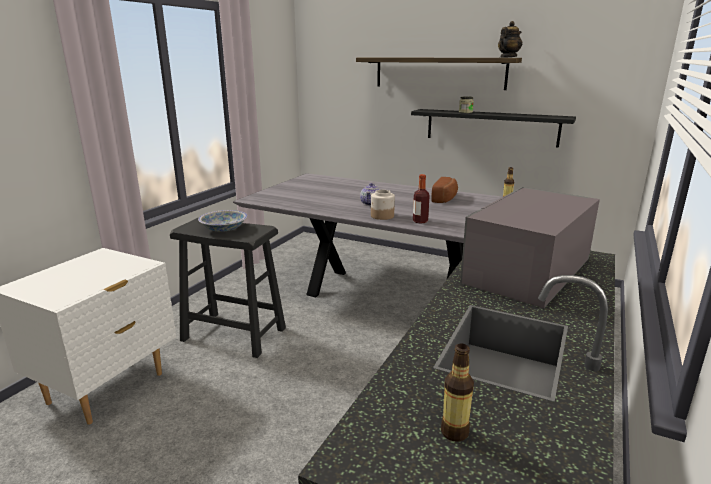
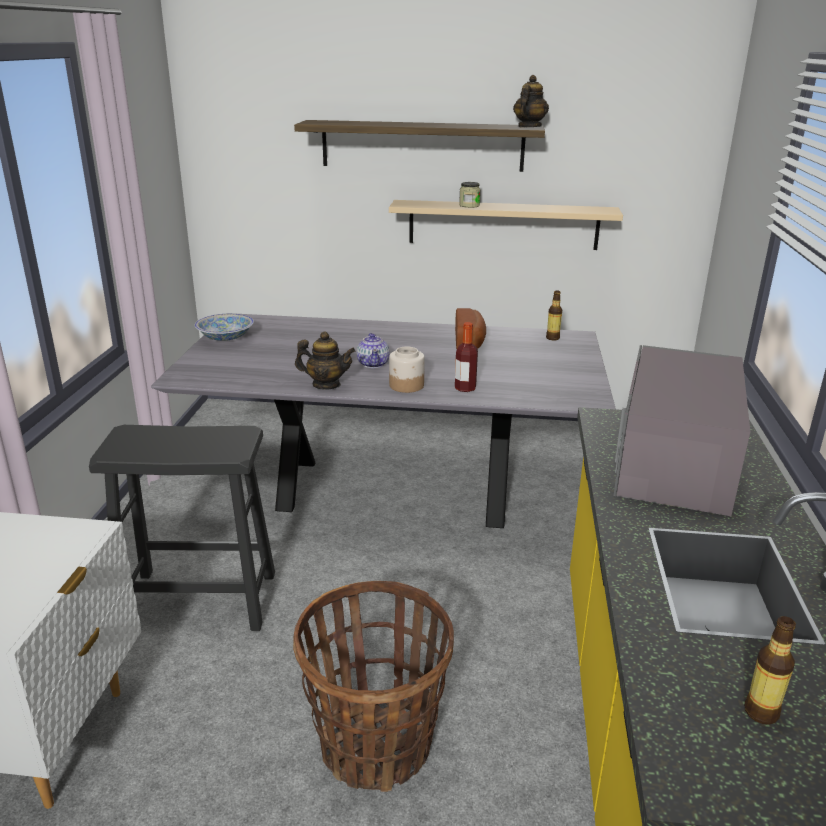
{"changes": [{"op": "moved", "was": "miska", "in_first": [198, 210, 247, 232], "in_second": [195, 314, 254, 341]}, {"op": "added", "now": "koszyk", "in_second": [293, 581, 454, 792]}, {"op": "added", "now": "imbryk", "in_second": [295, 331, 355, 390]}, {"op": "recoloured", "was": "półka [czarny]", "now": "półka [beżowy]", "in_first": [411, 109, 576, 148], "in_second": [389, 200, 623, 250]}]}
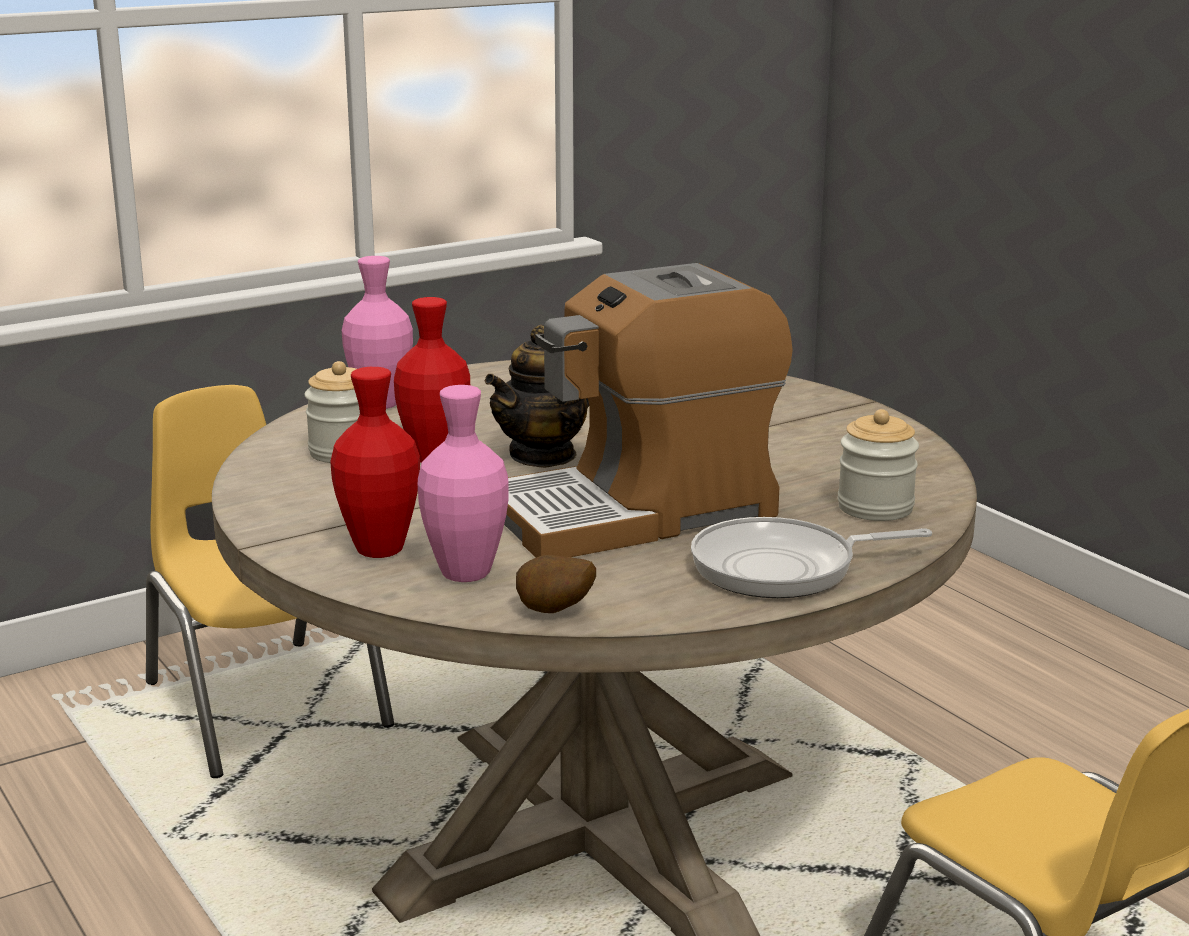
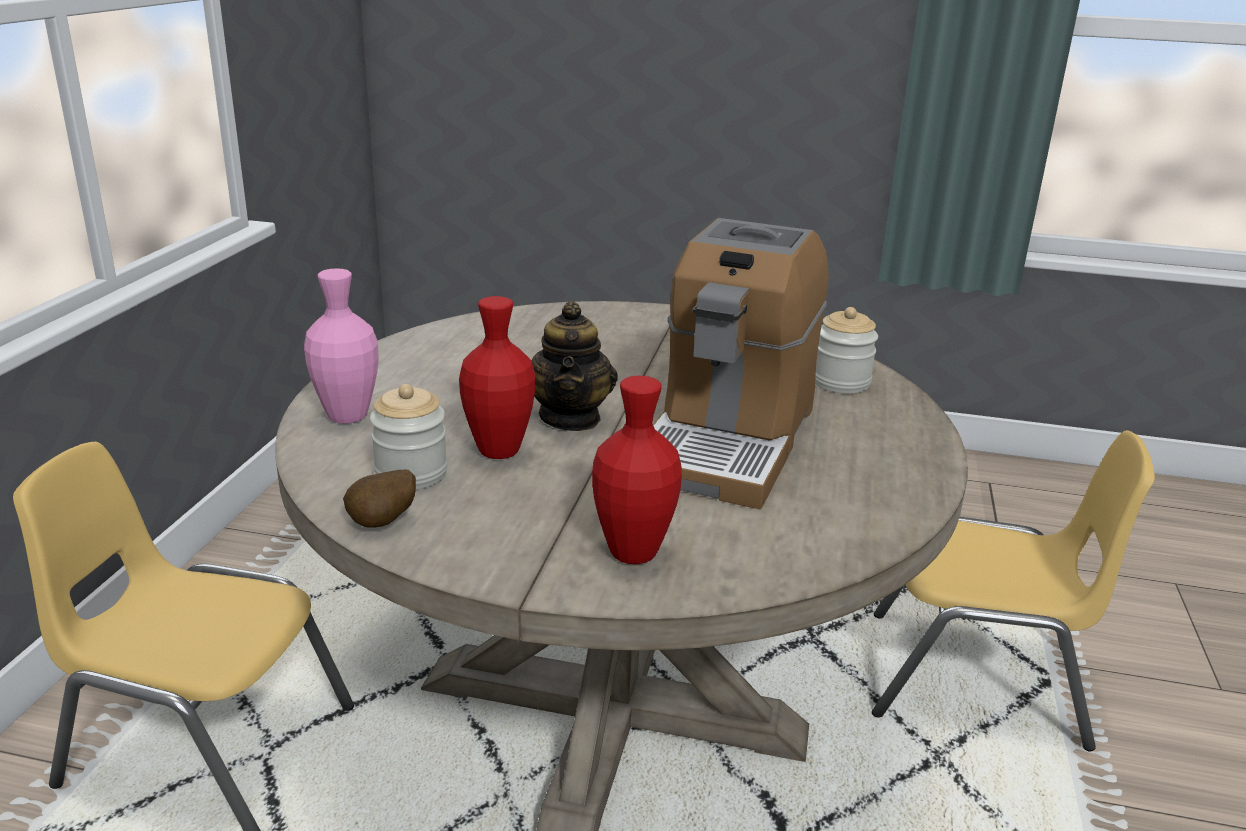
{"changes": [{"op": "moved", "was": "ziemniak", "in_first": [516, 555, 596, 613], "in_second": [343, 470, 416, 528]}, {"op": "removed", "was": "wazon [różowy]", "in_first": [418, 385, 509, 582]}, {"op": "removed", "was": "patelnia", "in_first": [691, 517, 932, 598]}]}
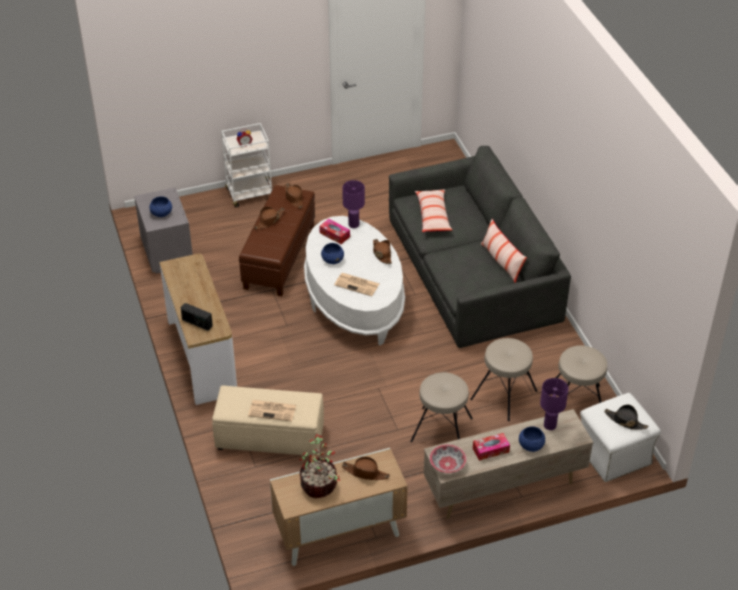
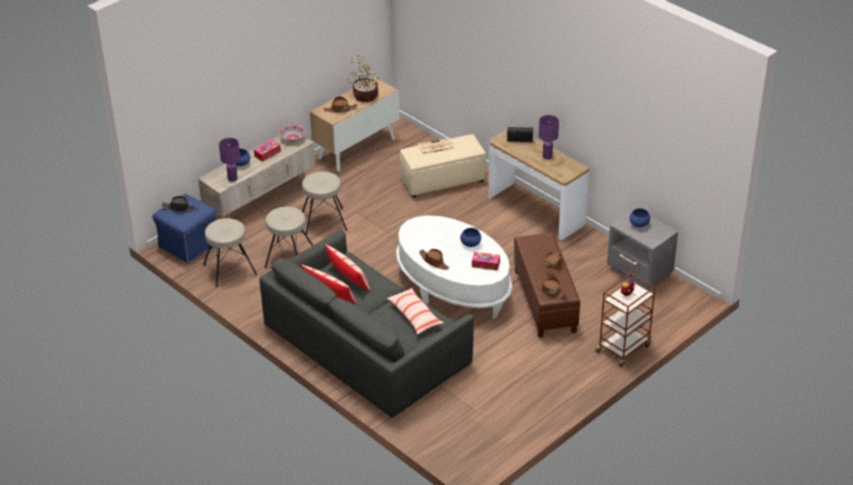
{"changes": [{"op": "recoloured", "was": "pufa [biały]", "now": "pufa [niebieski]", "in_first": [580, 393, 661, 482], "in_second": [152, 194, 217, 263]}, {"op": "added", "now": "poduszka", "in_second": [325, 244, 370, 291]}, {"op": "moved", "was": "lampa stołowa [fioletowy]", "in_first": [342, 180, 365, 228], "in_second": [539, 115, 559, 159]}, {"op": "recoloured", "was": "wózek [biały]", "now": "wózek [brązowy]", "in_first": [221, 123, 272, 207], "in_second": [594, 273, 656, 367]}, {"op": "removed", "was": "gazeta", "in_first": [334, 273, 379, 296]}]}
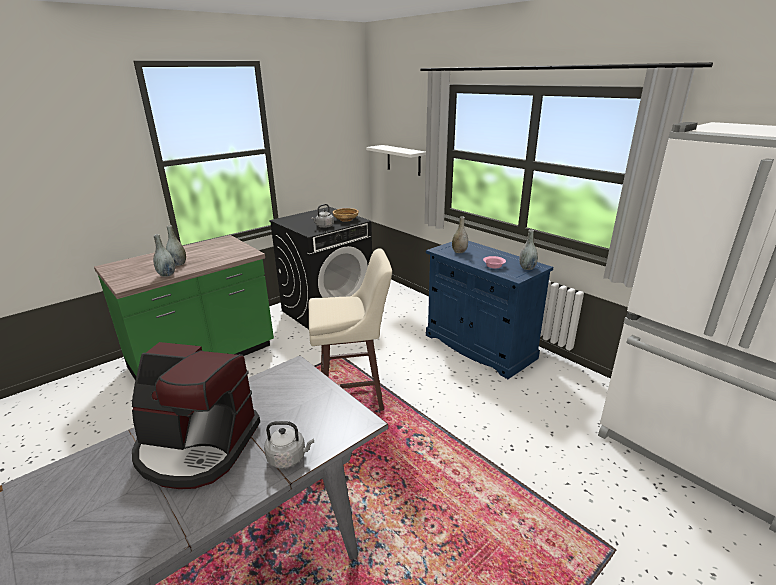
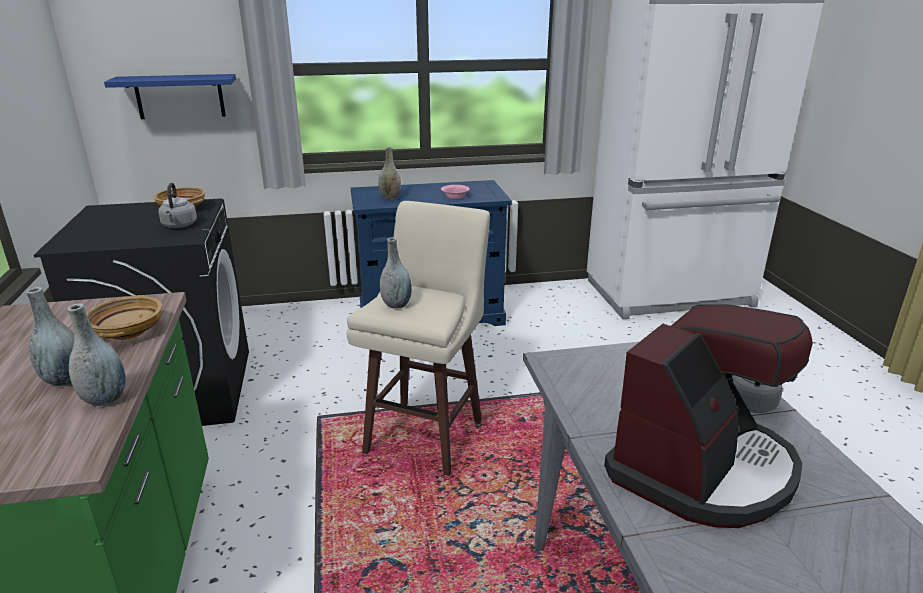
{"changes": [{"op": "added", "now": "miska [beżowy]", "in_second": [86, 295, 162, 340]}, {"op": "recoloured", "was": "półka [biały]", "now": "półka [niebieski]", "in_first": [366, 145, 426, 176], "in_second": [104, 74, 236, 119]}, {"op": "moved", "was": "wazon [szary]", "in_first": [519, 230, 538, 270], "in_second": [380, 238, 412, 309]}]}
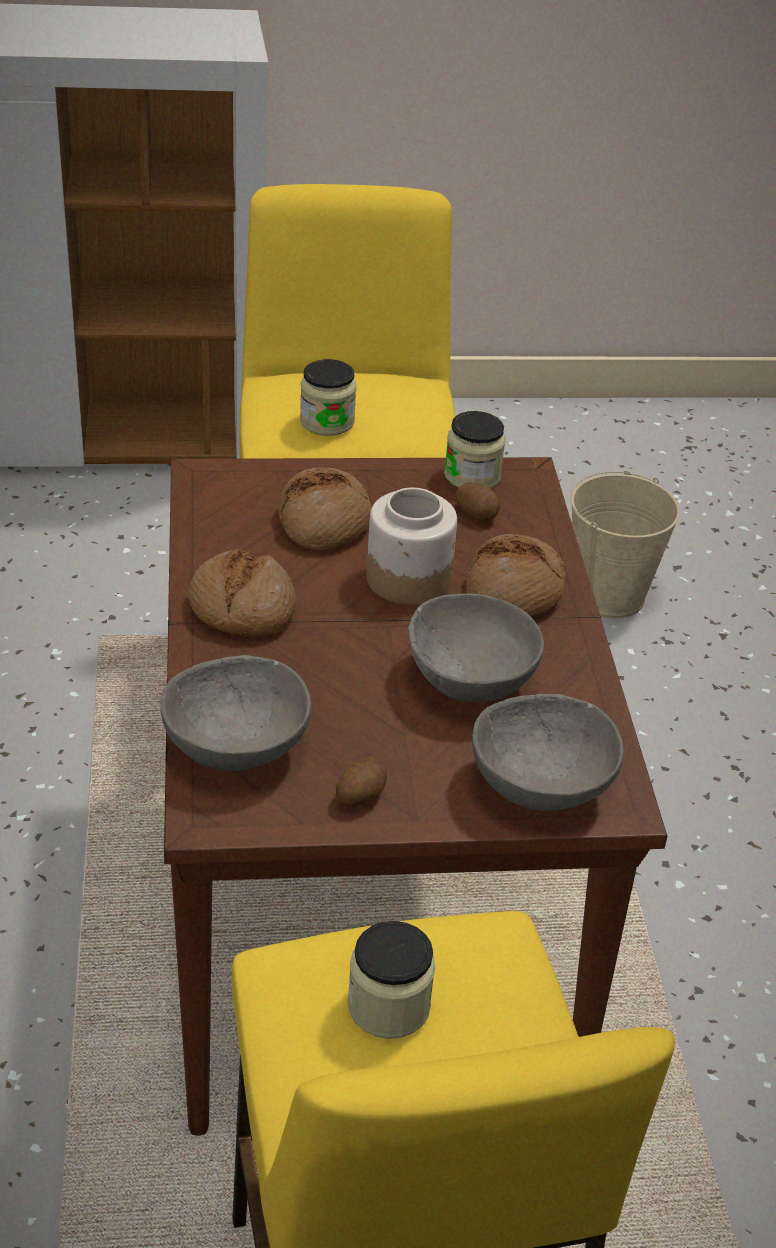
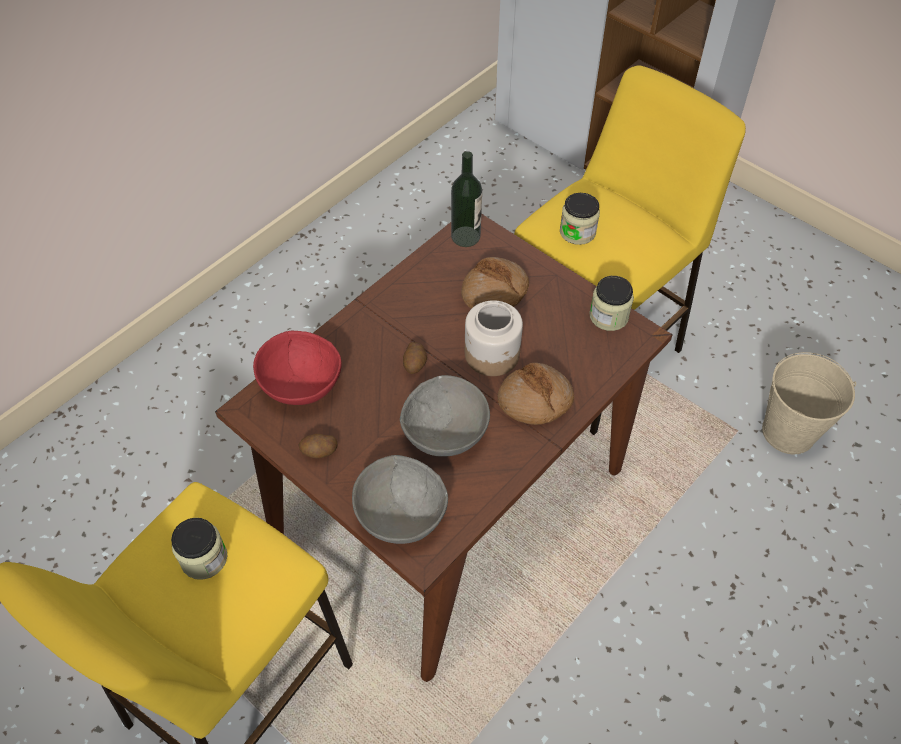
{"changes": [{"op": "recoloured", "was": "miska [szary]", "now": "miska [czerwony]", "in_first": [160, 655, 311, 771], "in_second": [253, 331, 342, 405]}, {"op": "moved", "was": "ziemniak", "in_first": [455, 482, 500, 521], "in_second": [403, 342, 427, 374]}, {"op": "added", "now": "butelka", "in_second": [451, 151, 482, 247]}, {"op": "removed", "was": "chleb", "in_first": [188, 549, 296, 636]}]}
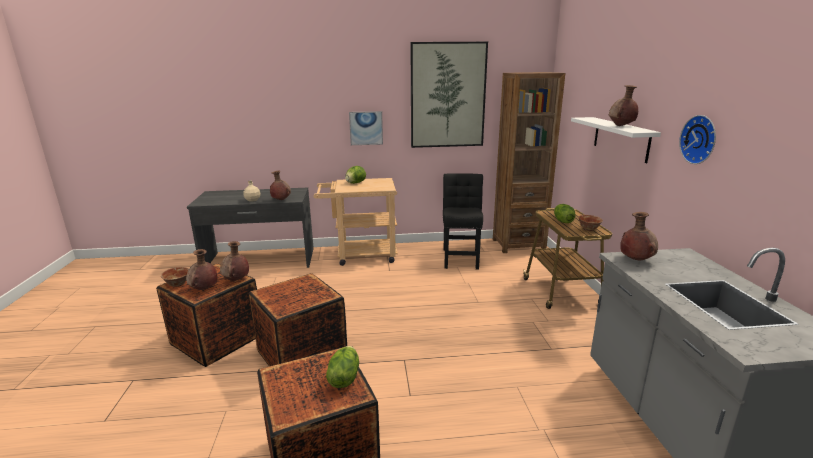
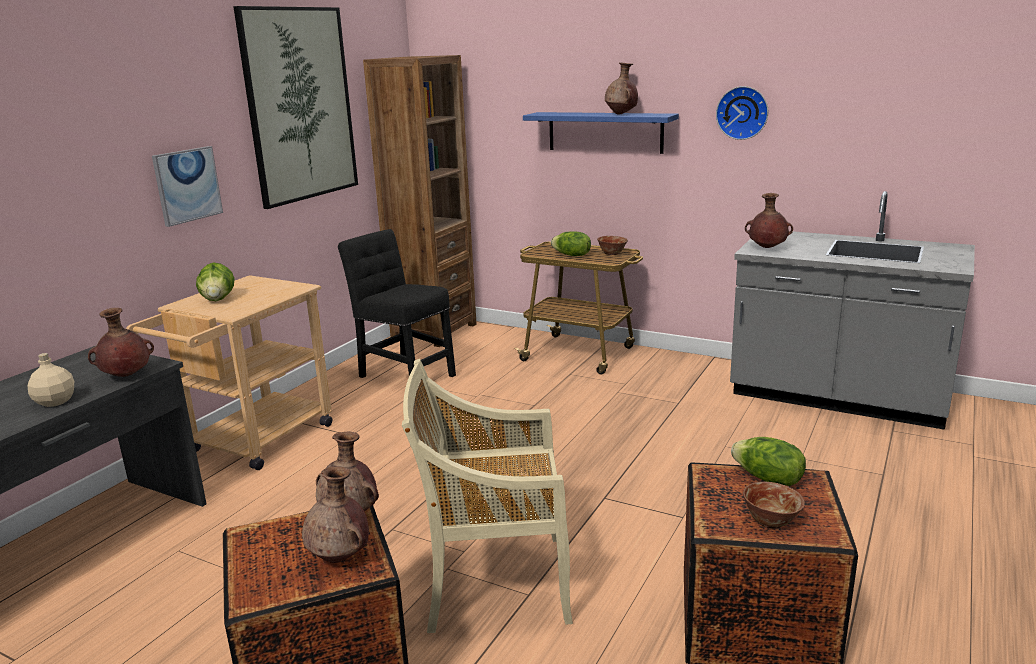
{"changes": [{"op": "replaced", "was": "skrzynka", "now": "krzesło [beżowy]", "in_first": [248, 273, 347, 366], "in_second": [402, 359, 573, 633]}, {"op": "recoloured", "was": "półka [biały]", "now": "półka [niebieski]", "in_first": [571, 117, 661, 163], "in_second": [523, 112, 679, 154]}, {"op": "moved", "was": "miska", "in_first": [161, 267, 189, 287], "in_second": [743, 482, 805, 528]}]}
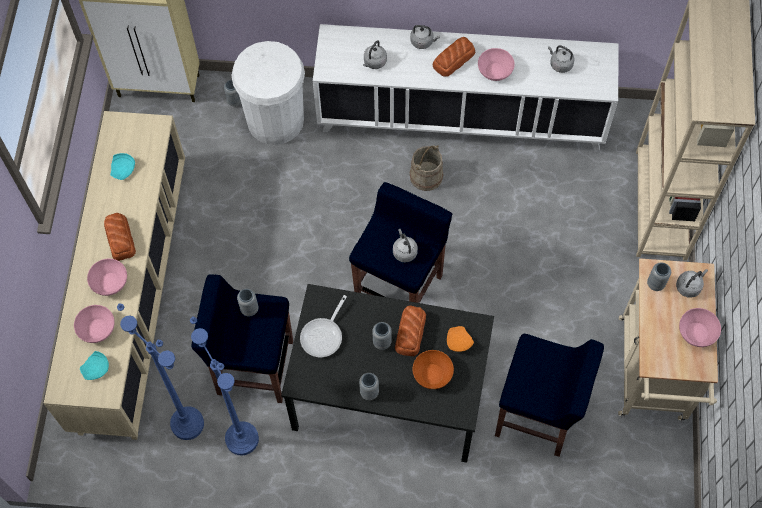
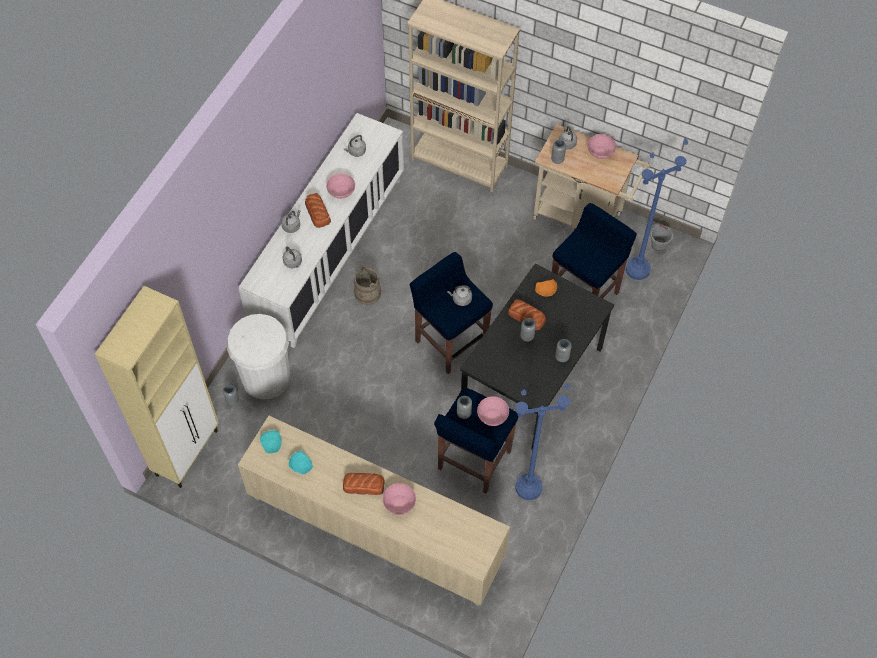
{"changes": [{"op": "moved", "was": "talerz [turkusowy]", "in_first": [80, 351, 109, 380], "in_second": [260, 430, 282, 453]}, {"op": "moved", "was": "miska [różowy]", "in_first": [74, 305, 115, 343], "in_second": [477, 396, 509, 426]}, {"op": "moved", "was": "lampa stojąca [niebieski]", "in_first": [117, 303, 204, 440], "in_second": [626, 139, 688, 280]}, {"op": "added", "now": "wiadro [szary]", "in_second": [650, 224, 674, 251]}, {"op": "removed", "was": "patelnia", "in_first": [300, 295, 347, 357]}, {"op": "removed", "was": "miska [pomarańczowy]", "in_first": [413, 350, 454, 389]}]}
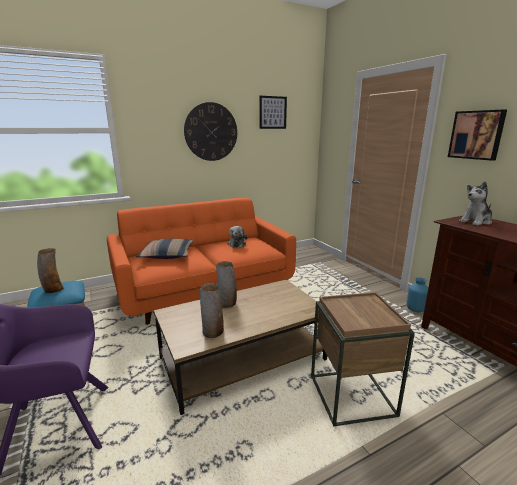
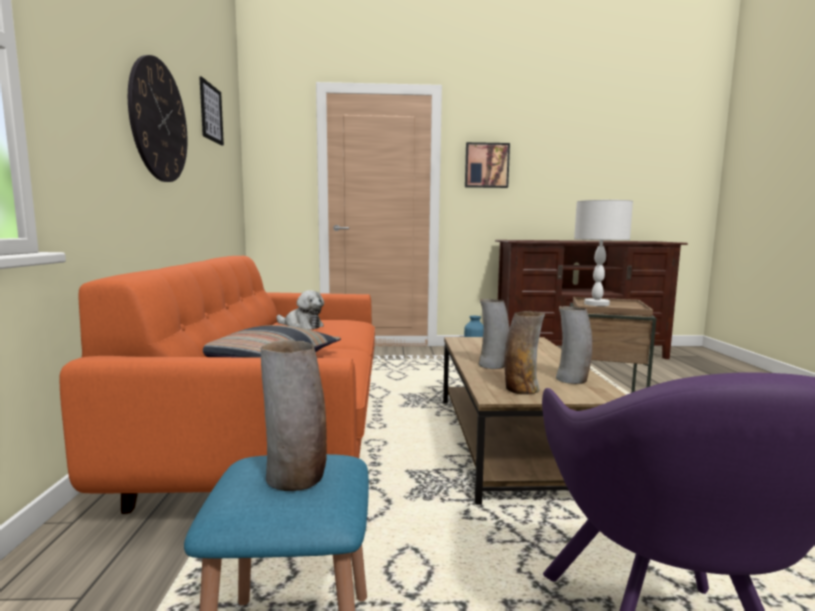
{"changes": [{"op": "added", "now": "wazon", "in_second": [504, 311, 545, 395]}, {"op": "added", "now": "lampa stołowa [biały]", "in_second": [574, 200, 633, 306]}, {"op": "removed", "was": "pluszak", "in_first": [459, 181, 492, 226]}]}
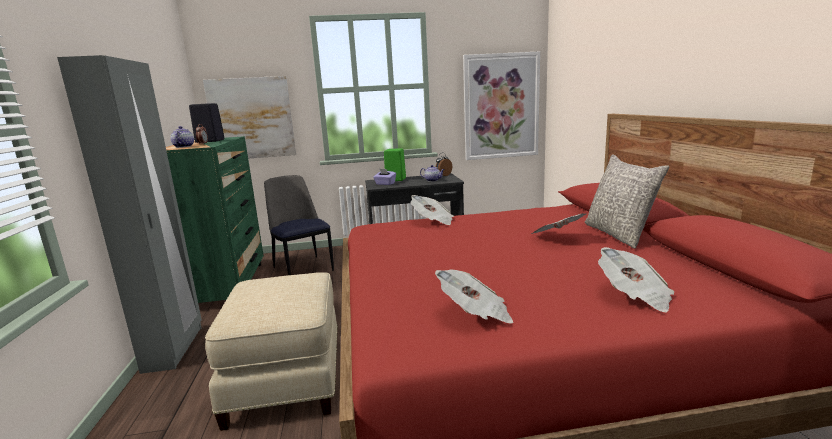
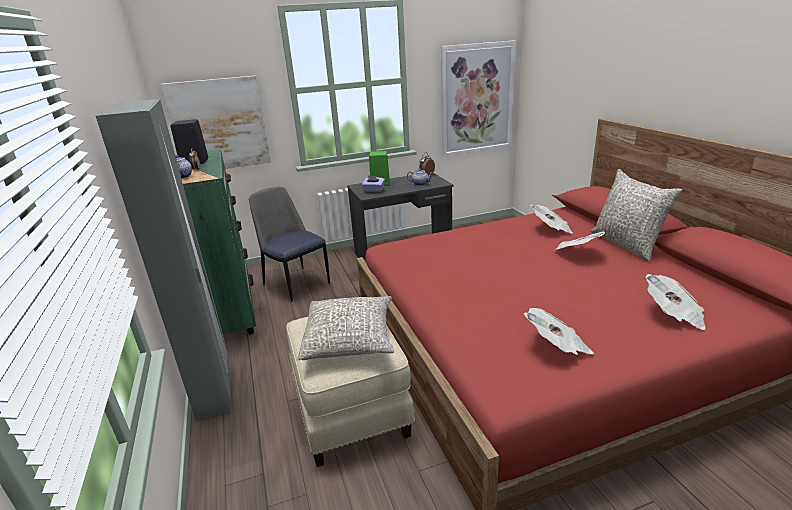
{"changes": [{"op": "added", "now": "poduszka [szary]", "in_second": [297, 296, 394, 360]}, {"op": "moved", "was": "gazeta", "in_first": [410, 195, 454, 225], "in_second": [531, 205, 573, 234]}]}
